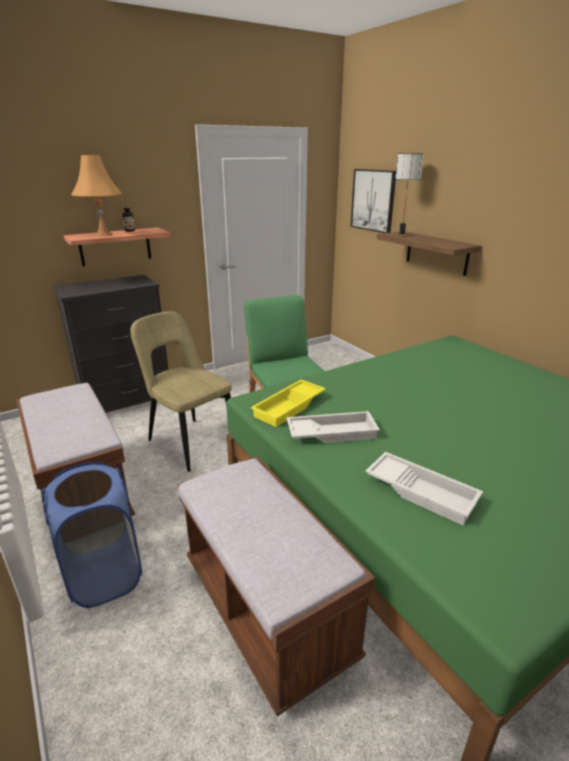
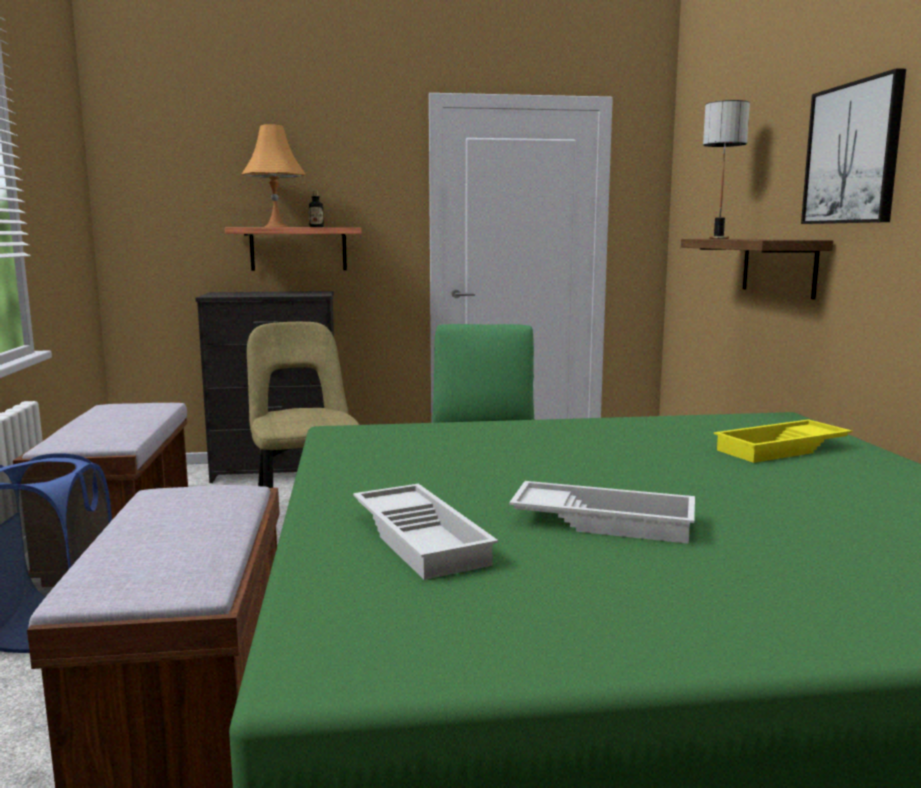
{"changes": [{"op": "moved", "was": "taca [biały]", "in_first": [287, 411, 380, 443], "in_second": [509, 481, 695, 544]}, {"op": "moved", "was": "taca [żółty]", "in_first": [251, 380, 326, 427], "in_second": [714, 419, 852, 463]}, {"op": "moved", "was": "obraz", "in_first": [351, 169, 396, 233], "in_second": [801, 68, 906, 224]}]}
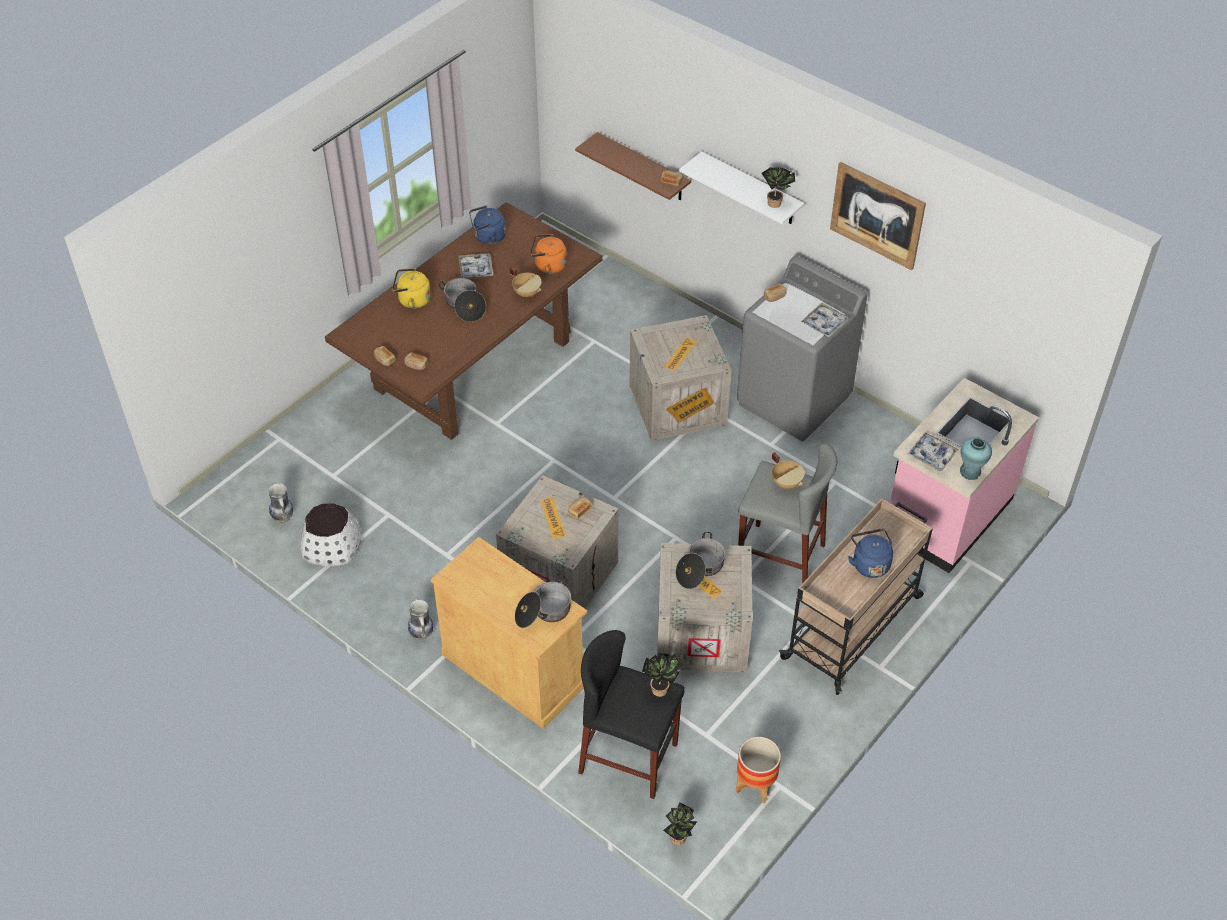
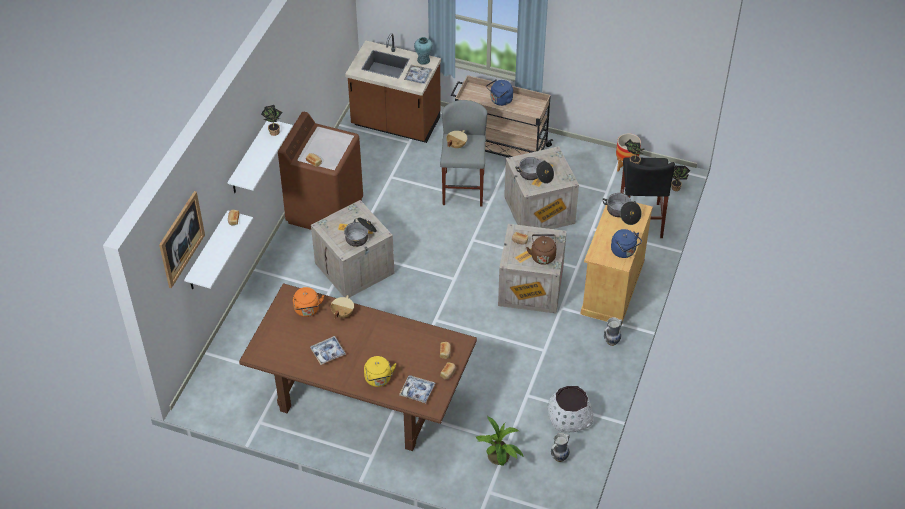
{"changes": [{"op": "moved", "was": "obraz", "in_first": [830, 162, 926, 270], "in_second": [159, 191, 205, 288]}, {"op": "recoloured", "was": "półka [brązowy]", "now": "półka [biały]", "in_first": [575, 132, 691, 200], "in_second": [184, 210, 253, 289]}, {"op": "recoloured", "was": "pralka [szary]", "now": "pralka [brązowy]", "in_first": [737, 256, 868, 441], "in_second": [278, 112, 363, 230]}, {"op": "moved", "was": "garnek", "in_first": [439, 278, 486, 322], "in_second": [344, 217, 377, 247]}, {"op": "recoloured", "was": "zabudowa kuchenna [różowy]", "now": "zabudowa kuchenna [brązowy]", "in_first": [890, 378, 1039, 573], "in_second": [345, 33, 441, 143]}, {"op": "moved", "was": "taca", "in_first": [801, 303, 849, 337], "in_second": [399, 376, 435, 403]}, {"op": "added", "now": "roślina doniczkowa", "in_second": [476, 416, 524, 466]}, {"op": "added", "now": "czajnik [brązowy]", "in_second": [526, 234, 556, 265]}, {"op": "moved", "was": "czajnik [niebieski]", "in_first": [469, 206, 506, 244], "in_second": [611, 229, 642, 258]}]}
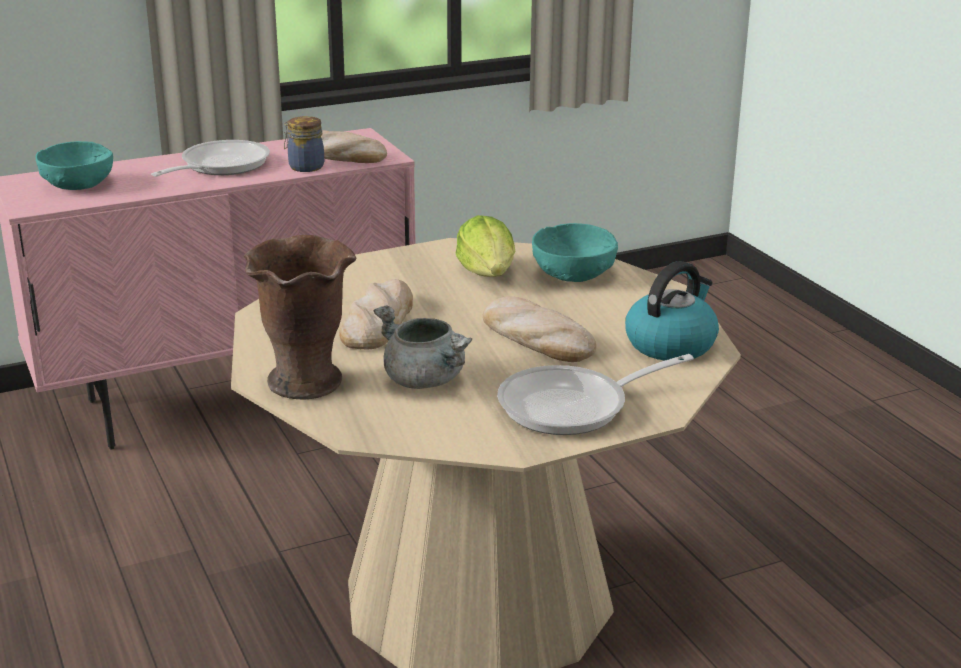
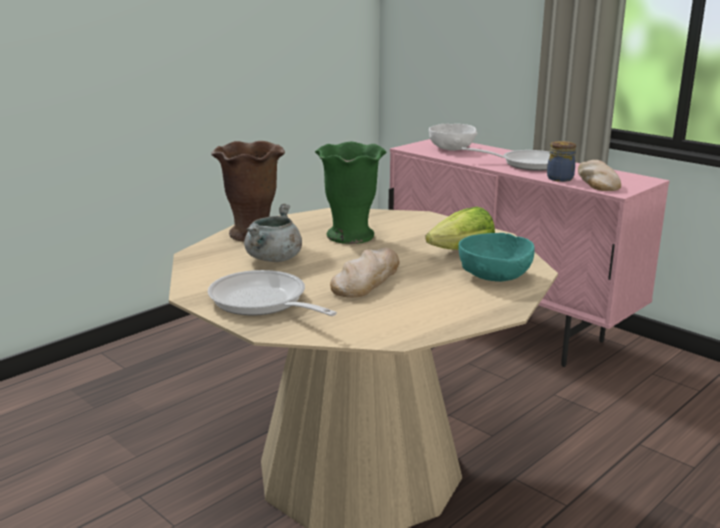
{"changes": [{"op": "replaced", "was": "chleb", "now": "wazon [zielony]", "in_first": [339, 279, 413, 350], "in_second": [315, 142, 387, 244]}, {"op": "recoloured", "was": "miska [turkusowy]", "now": "miska [biały]", "in_first": [36, 141, 113, 190], "in_second": [429, 123, 478, 151]}, {"op": "removed", "was": "czajnik", "in_first": [625, 261, 719, 361]}]}
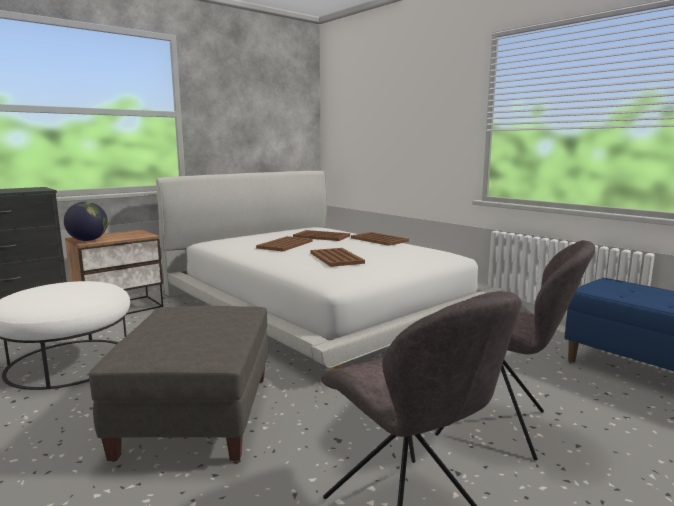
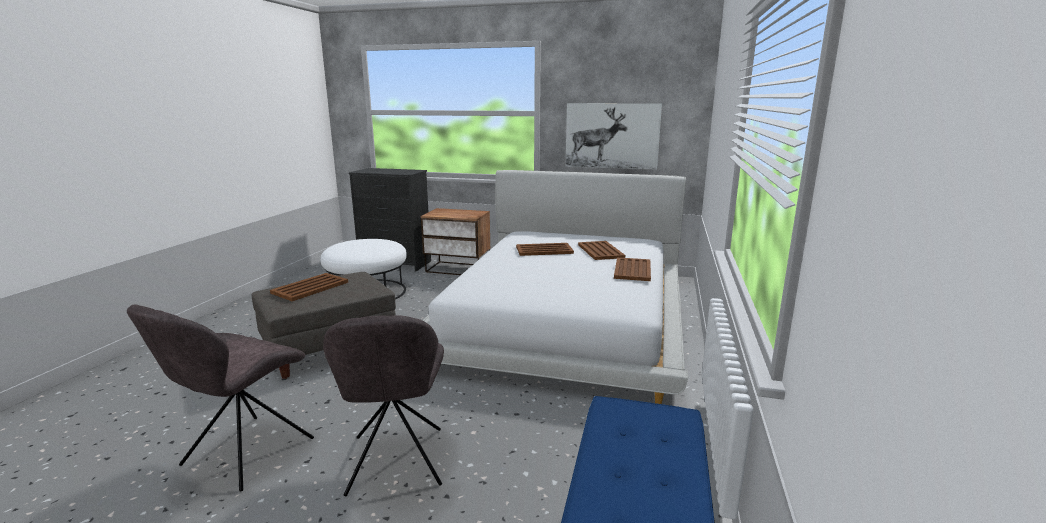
{"changes": [{"op": "moved", "was": "taca [brązowy]", "in_first": [311, 248, 365, 267], "in_second": [270, 273, 348, 301]}, {"op": "added", "now": "obraz", "in_second": [565, 103, 662, 170]}, {"op": "removed", "was": "globus", "in_first": [64, 202, 108, 241]}]}
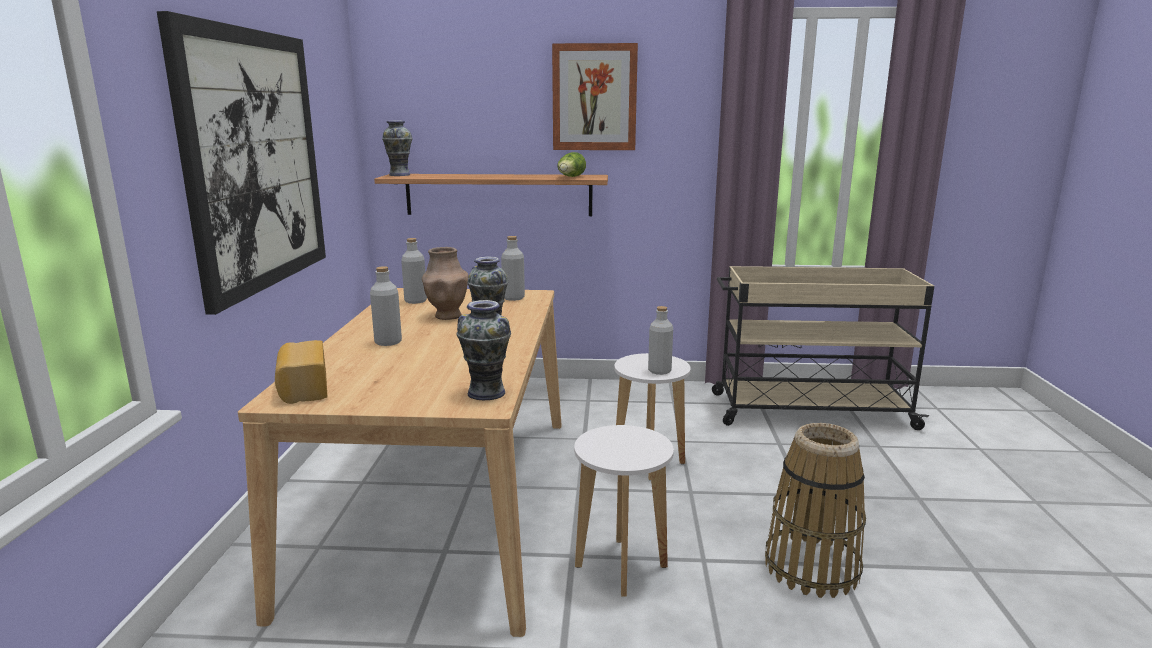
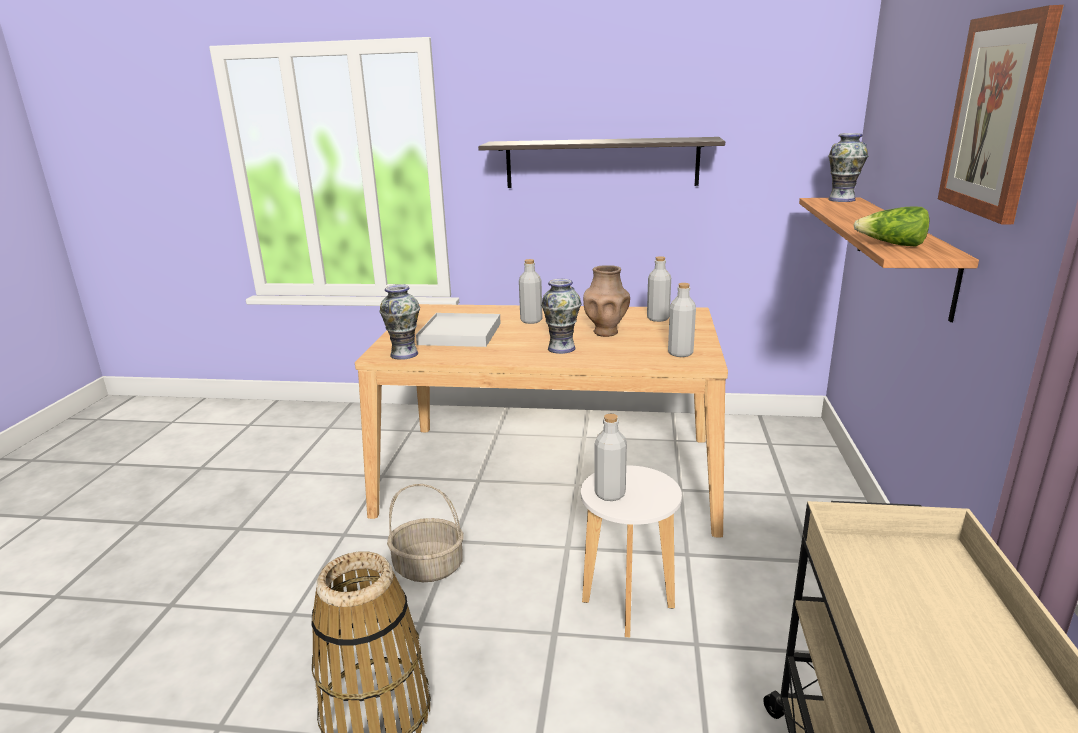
{"changes": [{"op": "replaced", "was": "stołek [biały]", "now": "koszyk", "in_first": [574, 425, 674, 597], "in_second": [387, 484, 463, 582]}, {"op": "added", "now": "taca [biały]", "in_second": [416, 313, 501, 347]}, {"op": "replaced", "was": "obraz", "now": "półka", "in_first": [157, 11, 326, 315], "in_second": [478, 137, 725, 188]}, {"op": "removed", "was": "chleb", "in_first": [275, 340, 327, 404]}]}
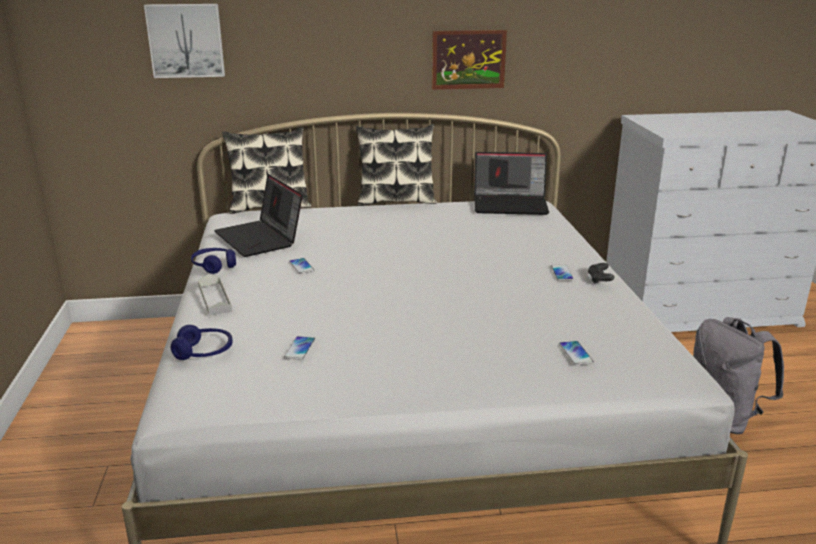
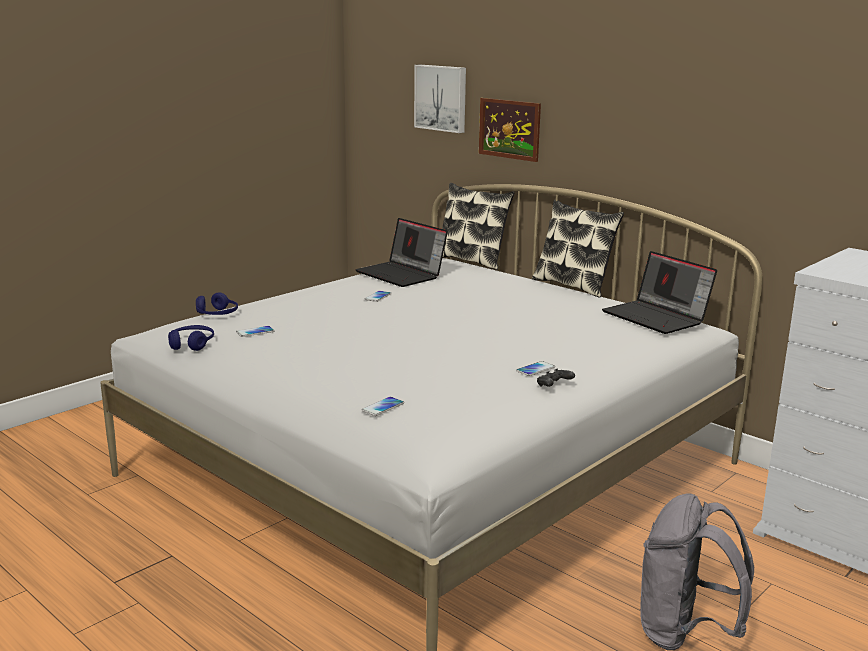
{"changes": [{"op": "moved", "was": "słuchawki [niebieski]", "in_first": [191, 248, 236, 274], "in_second": [168, 325, 214, 351]}, {"op": "turned", "was": "laptop", "in_first": [214, 174, 303, 257], "in_second": [355, 218, 448, 287], "clockwise": -60}, {"op": "moved", "was": "obraz", "in_first": [432, 30, 507, 90], "in_second": [479, 98, 541, 162]}, {"op": "removed", "was": "taca [szary]", "in_first": [198, 274, 232, 316]}]}
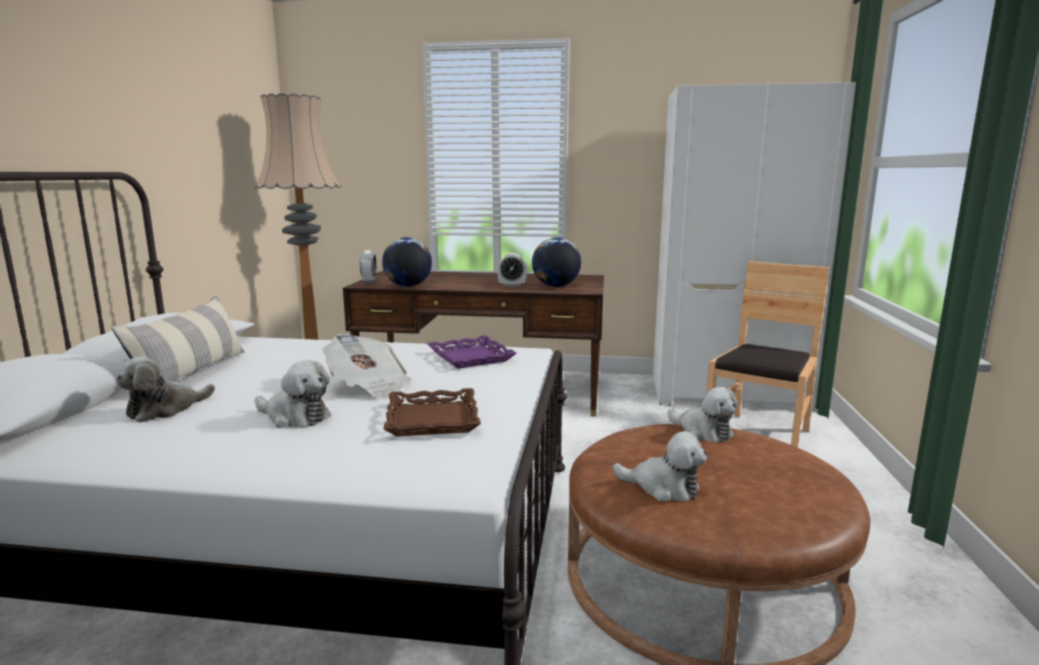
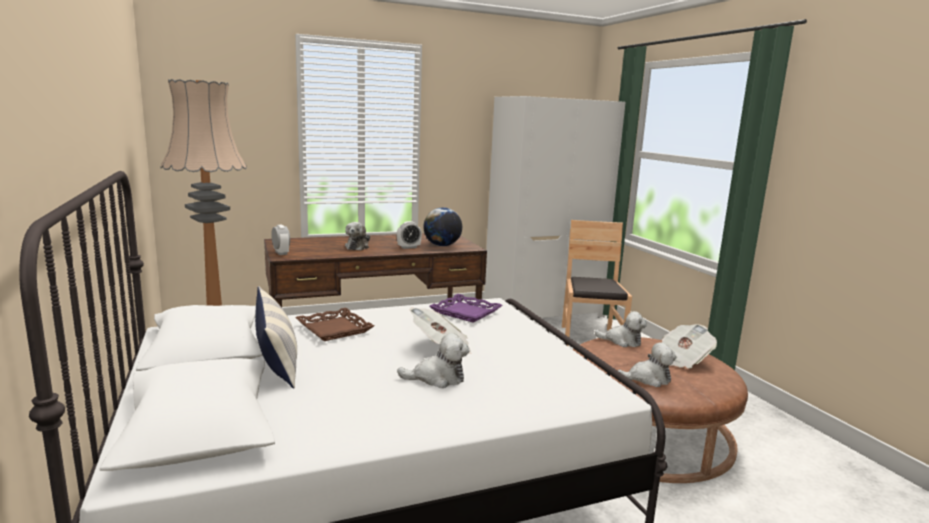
{"changes": [{"op": "moved", "was": "taca [brązowy]", "in_first": [383, 388, 481, 436], "in_second": [295, 308, 374, 341]}, {"op": "moved", "was": "pluszak", "in_first": [116, 356, 215, 423], "in_second": [345, 222, 370, 250]}, {"op": "added", "now": "gazeta", "in_second": [662, 324, 717, 368]}, {"op": "removed", "was": "globus", "in_first": [382, 237, 432, 287]}]}
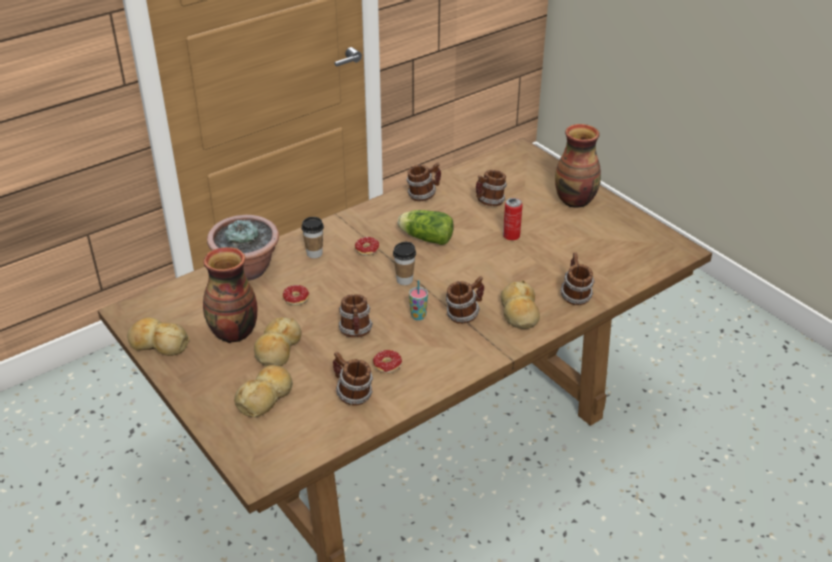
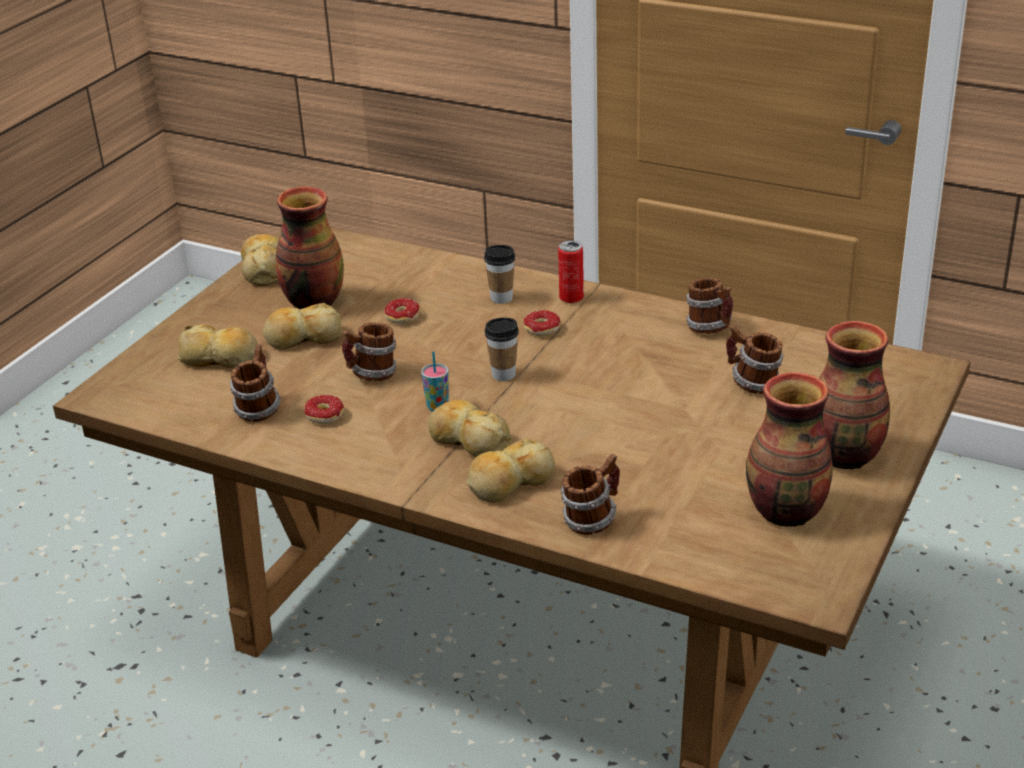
{"changes": [{"op": "replaced", "was": "kubek", "now": "chleb", "in_first": [446, 276, 484, 324], "in_second": [428, 400, 513, 457]}, {"op": "moved", "was": "puszka", "in_first": [503, 198, 523, 240], "in_second": [558, 240, 584, 303]}, {"op": "added", "now": "wazon", "in_second": [746, 372, 833, 527]}, {"op": "removed", "was": "roślina doniczkowa", "in_first": [207, 215, 279, 281]}, {"op": "removed", "was": "sałata", "in_first": [398, 210, 454, 245]}]}
